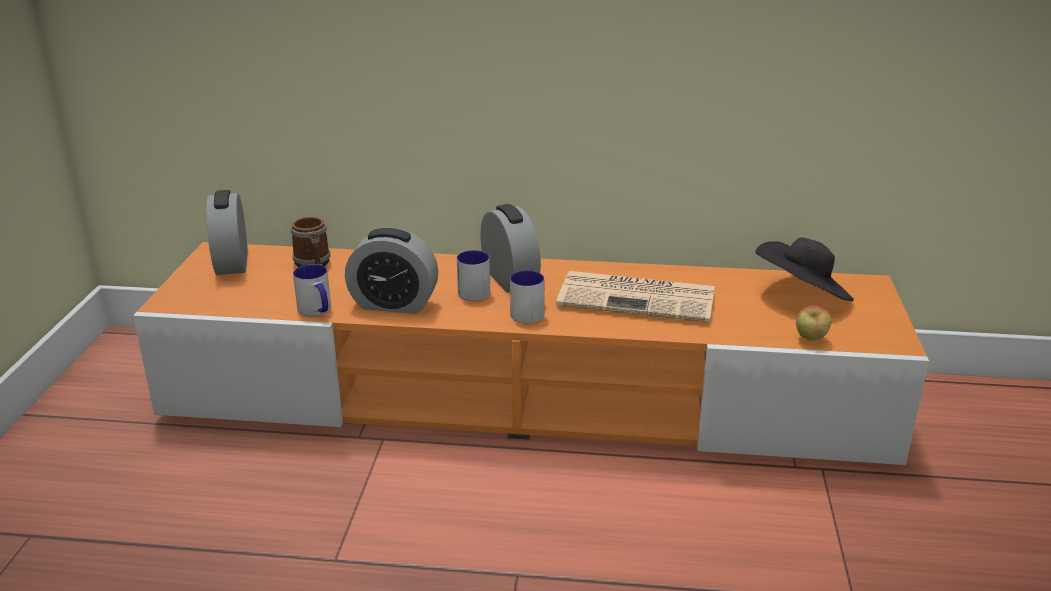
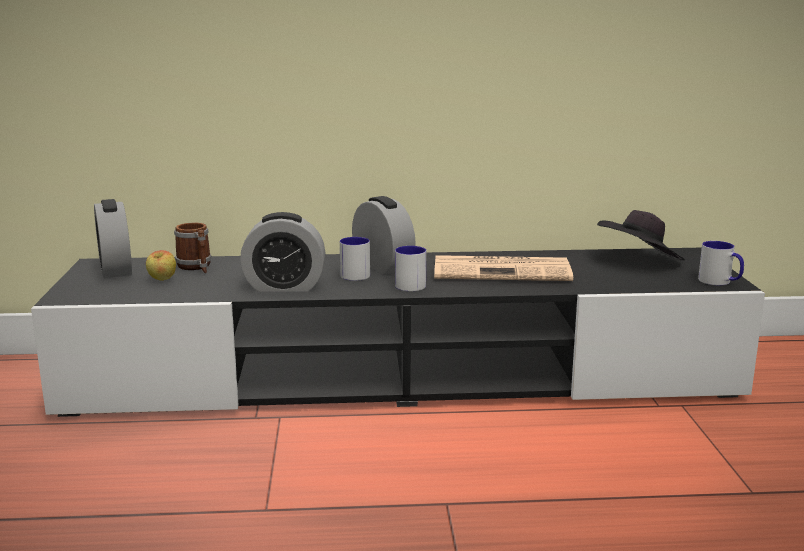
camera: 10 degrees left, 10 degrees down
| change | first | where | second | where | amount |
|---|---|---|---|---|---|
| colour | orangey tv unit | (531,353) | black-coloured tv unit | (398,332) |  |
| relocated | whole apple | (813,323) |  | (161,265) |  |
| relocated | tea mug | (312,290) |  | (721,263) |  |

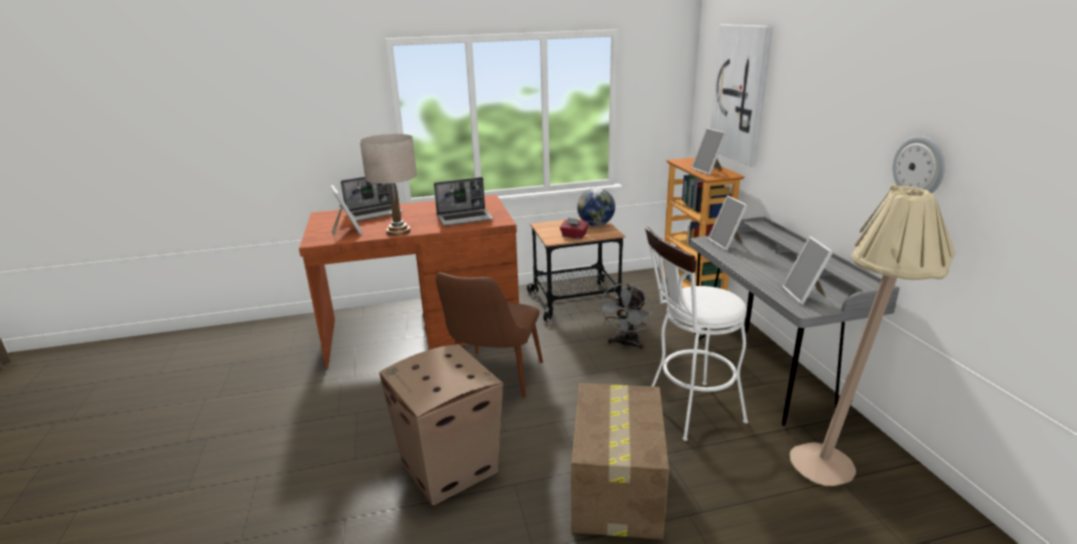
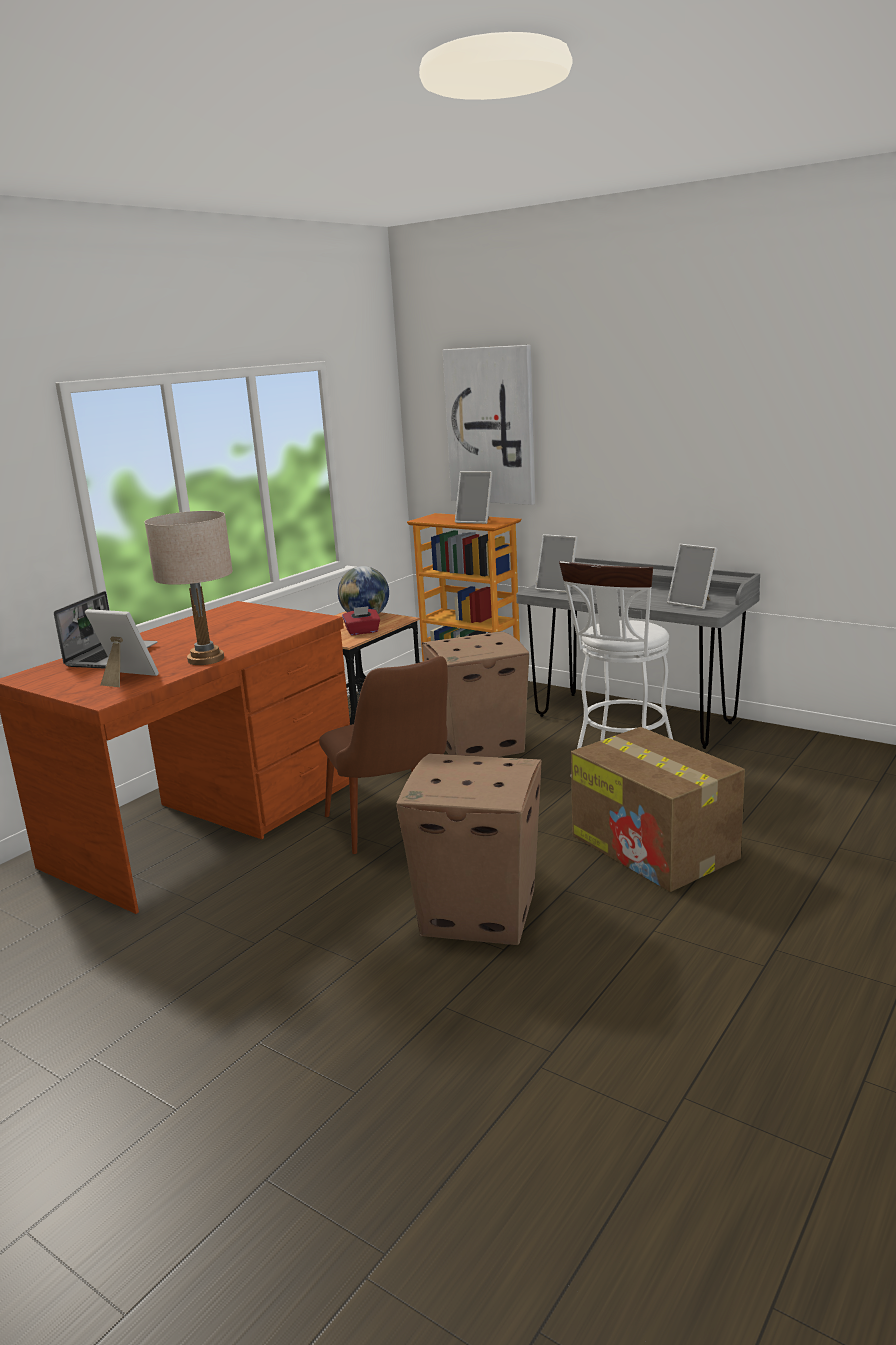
camera: 40 degrees left, 5 degrees down
| change | first | where | second | where | amount |
|---|---|---|---|---|---|
| exchanged | grey cooling fan | (625,317) | carton | (475,694) |  |
| missing | notebook computer | (463,201) |  |  |  |
| missing | beige-coloured standard lamp | (872,335) |  |  |  |
| missing | clock on the wall | (918,164) |  |  |  |

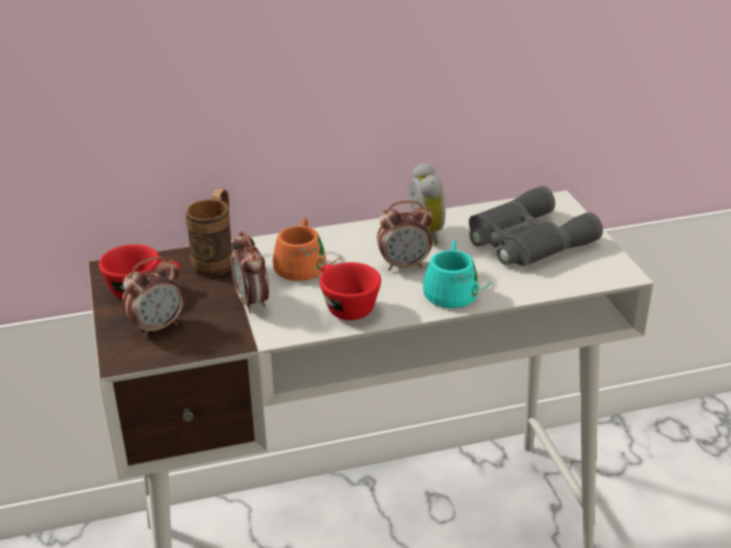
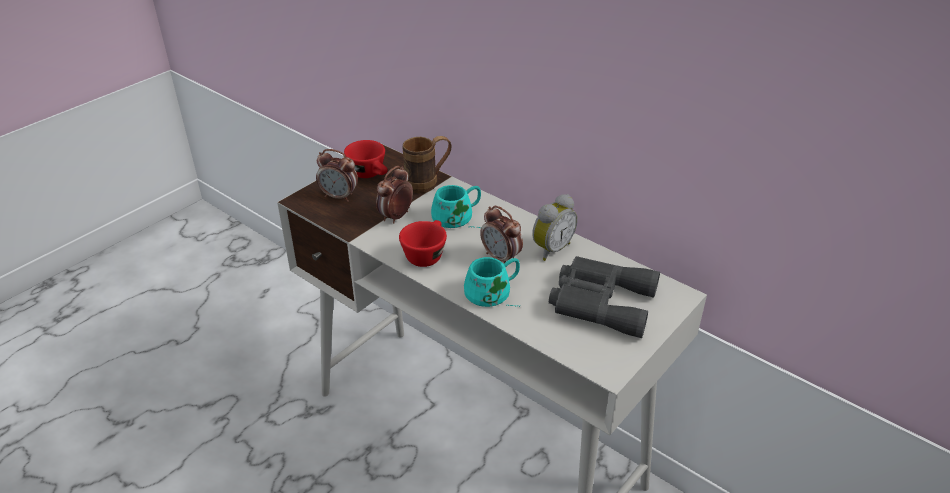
camera: 55 degrees right, 5 degrees up
| change | first | where | second | where | amount |
|---|---|---|---|---|---|
| colour | orangey tea mug | (307,249) | blue-green tea mug | (456,206) |  |

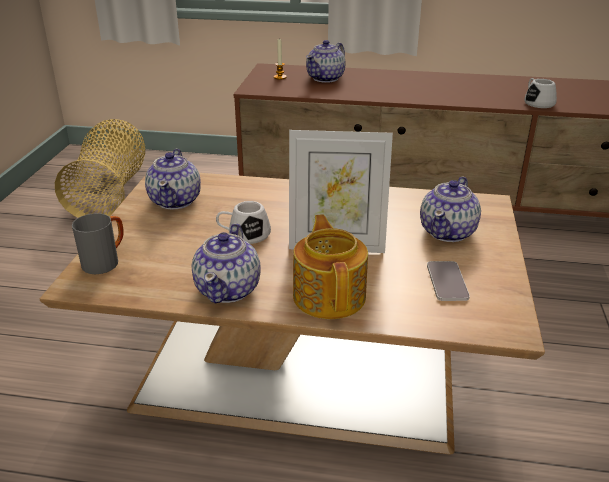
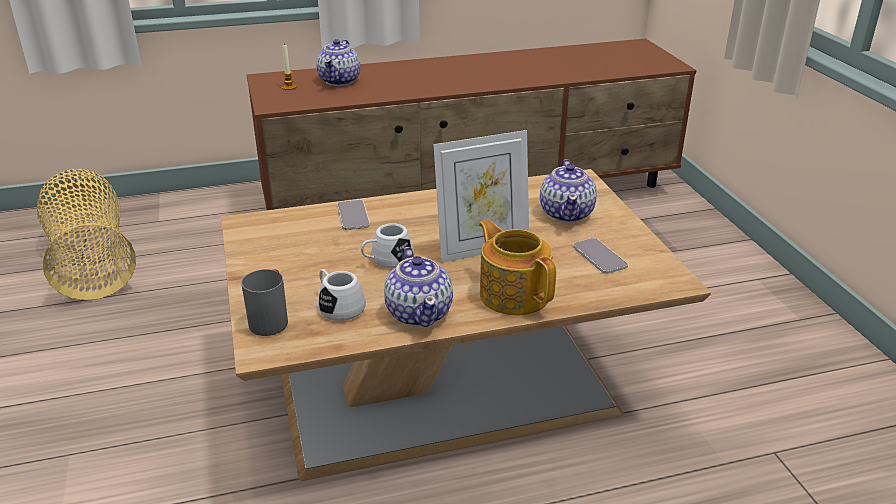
camera: 25 degrees left, 0 degrees up
| change | first | where | second | where | amount |
|---|---|---|---|---|---|
| relocated | whitish tea mug | (540,93) |  | (342,295) |  |
| appeared |  |  | phone | (353,215) |  |
| missing | tea pot | (173,179) |  |  |  |

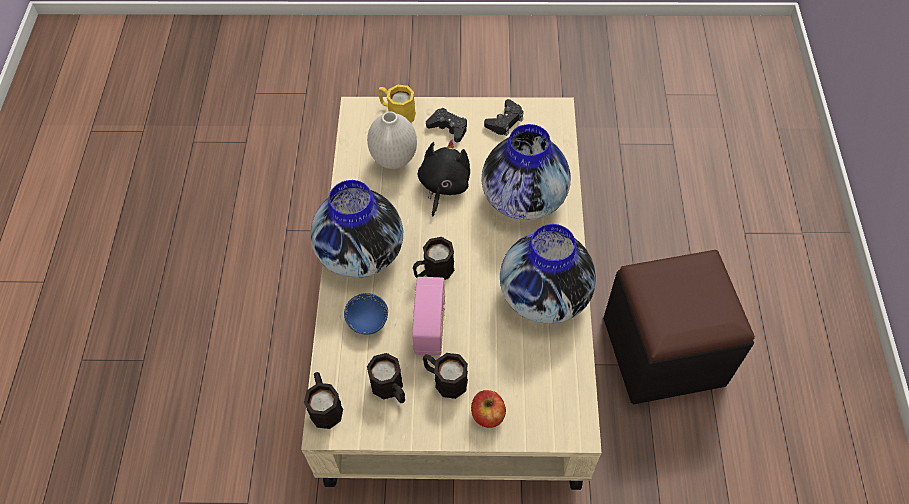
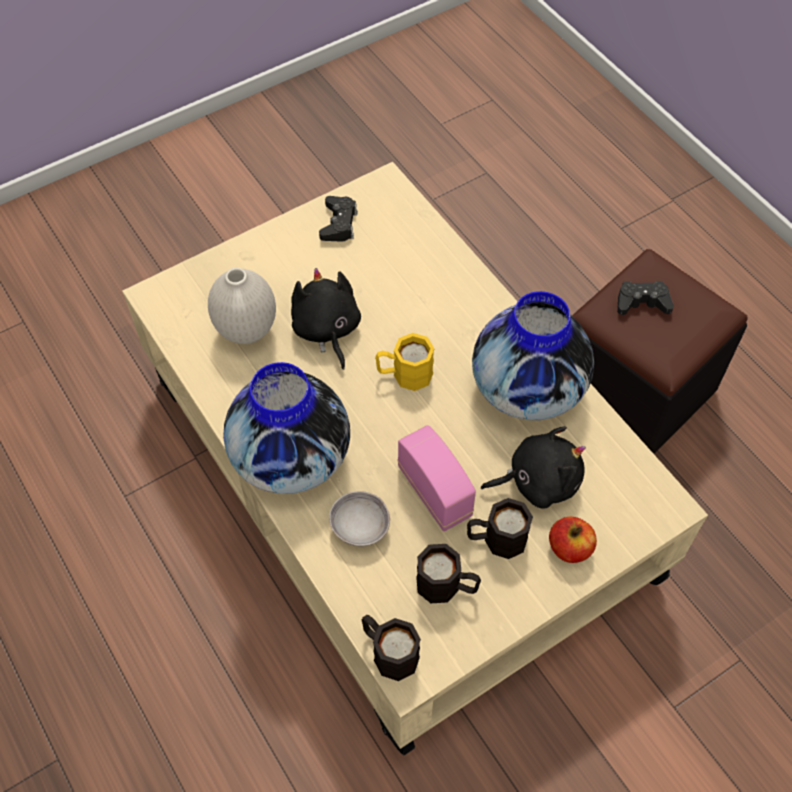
camera: 35 degrees left, 0 degrees up
| change | first | where | second | where | amount |
|---|---|---|---|---|---|
| colour | blue deep dish | (366,314) | grey deep dish | (359,518) |  |
| relocated | yellowish tea mug | (397,104) |  | (405,362) |  |
| appeared |  |  | black-coloured soft toy | (533,467) |  |
| relocated | black-coloured game controller | (446,125) |  | (645,298) |  |
| missing | black-coloured tea mug | (434,258) |  |  |  |
| missing | decorative vase | (526,172) |  |  |  |

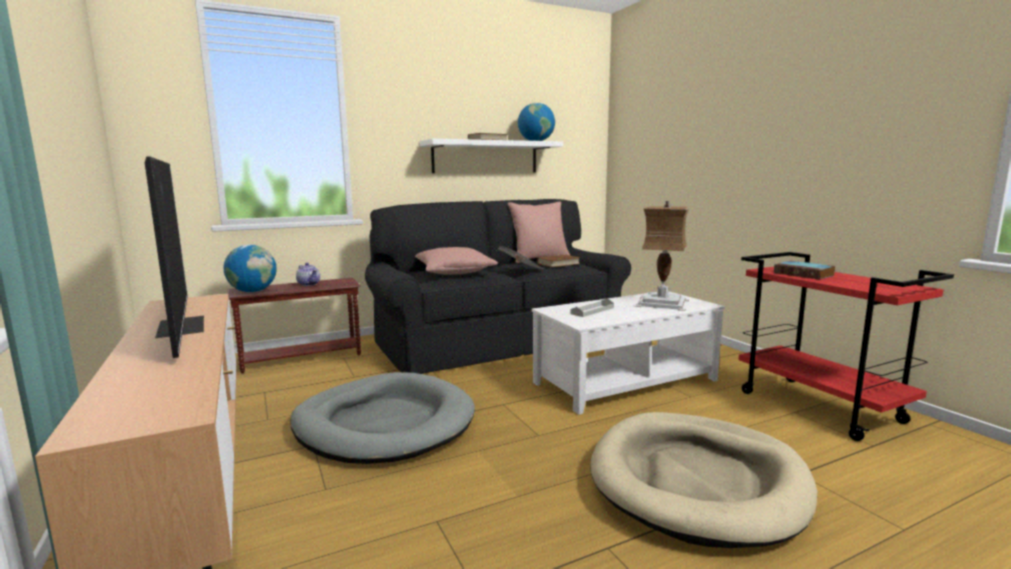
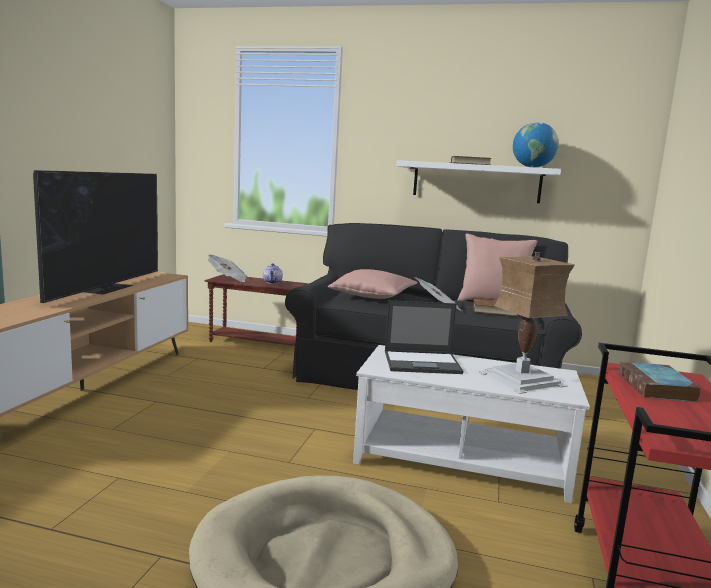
camera: 40 degrees right, 0 degrees up
| change | first | where | second | where | amount |
|---|---|---|---|---|---|
| exchanged | desk globe | (250,268) | printed paper | (227,268) |  |
| exchanged | grey serving tray | (592,307) | notebook computer | (424,337) |  |
| missing | grey dog cushion | (382,418) |  |  |  |

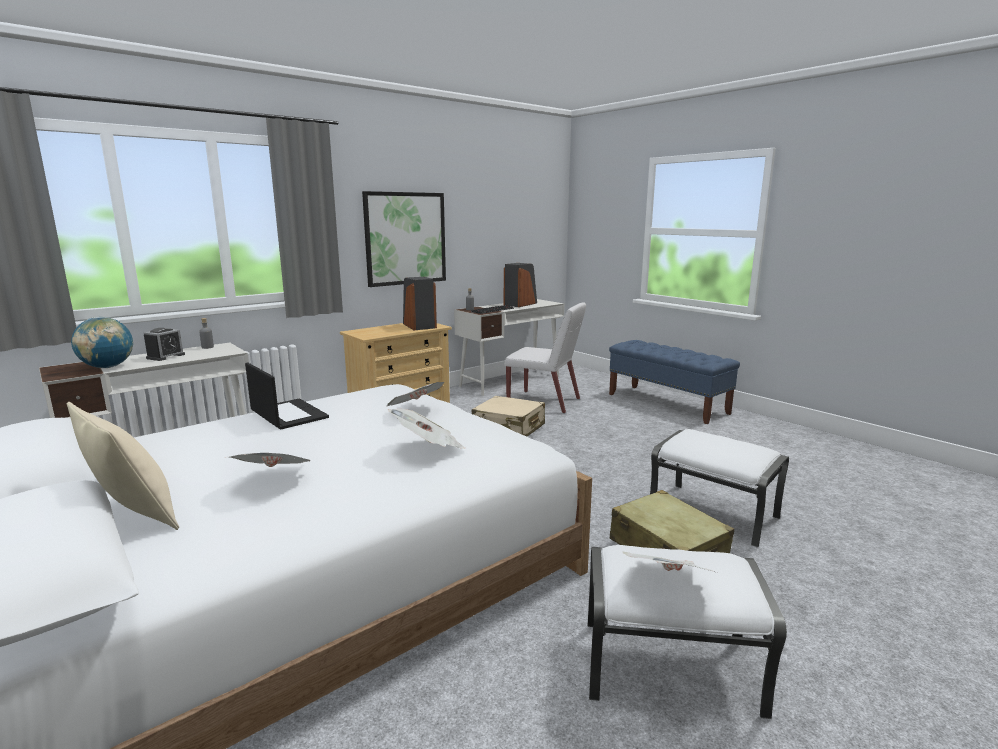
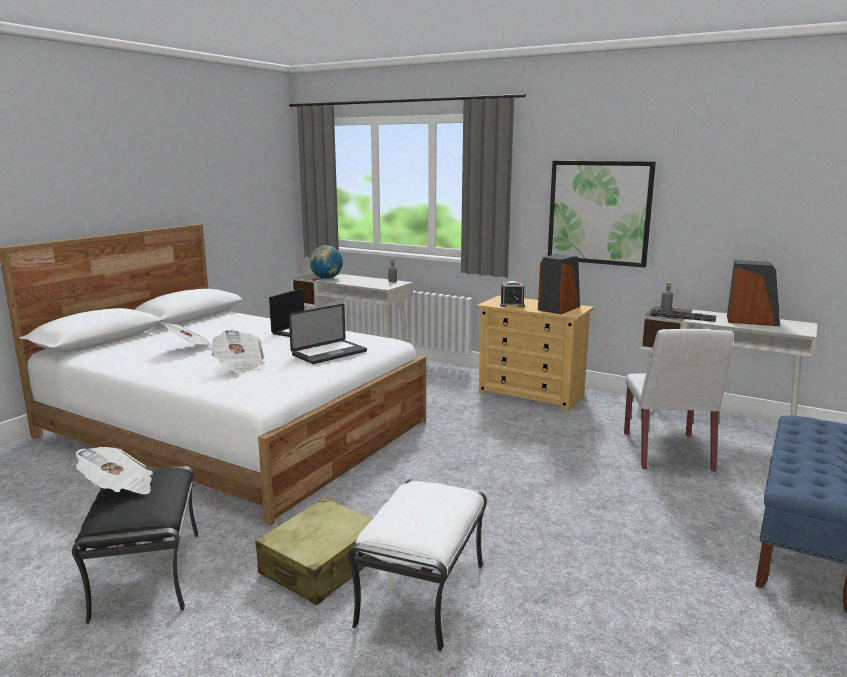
camera: 70 degrees right, 0 degrees up
| change | first | where | second | where | amount |
|---|---|---|---|---|---|
| colour | whitish footrest | (687,632) | black-coloured footrest | (135,545) |  |
| exchanged | printed paper | (416,394) | notebook computer | (328,334) |  |
| relocated | bedside clock | (164,344) |  | (512,294) |  |
| missing | beige-coloured throw pillow | (123,466) |  |  |  |
| missing | beige-coloured suitcase | (508,416) |  |  |  |

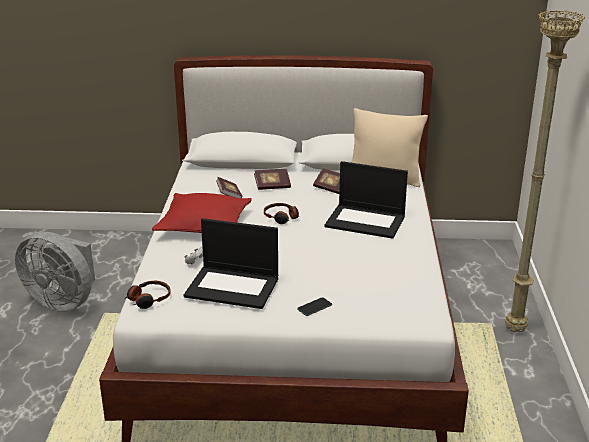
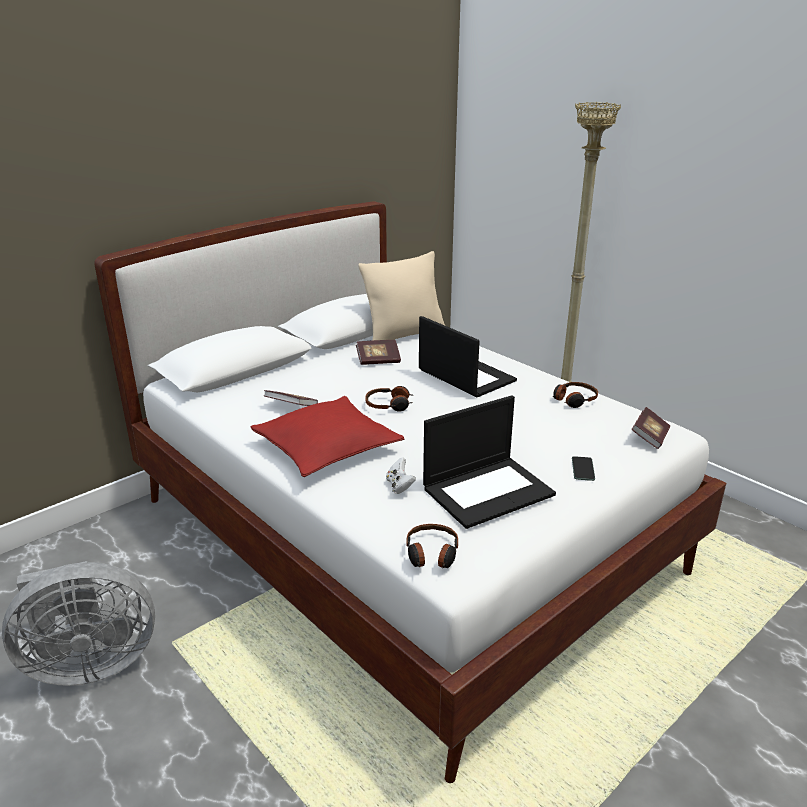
camera: 45 degrees left, 0 degrees up
| change | first | where | second | where | amount |
|---|---|---|---|---|---|
| spun | notebook computer | (366,200) |  | (468,356) | 105 degrees counterclockwise |
| appeared |  |  | pair of headphones | (575,395) |  |
| relocated | volume | (272,179) |  | (651,428) |  |

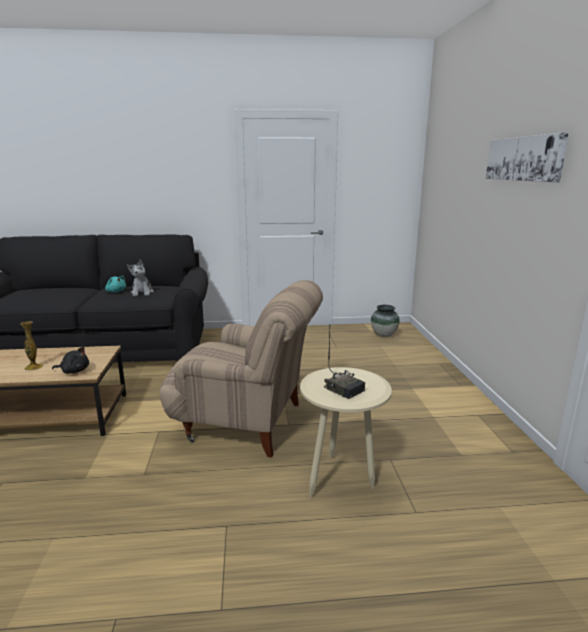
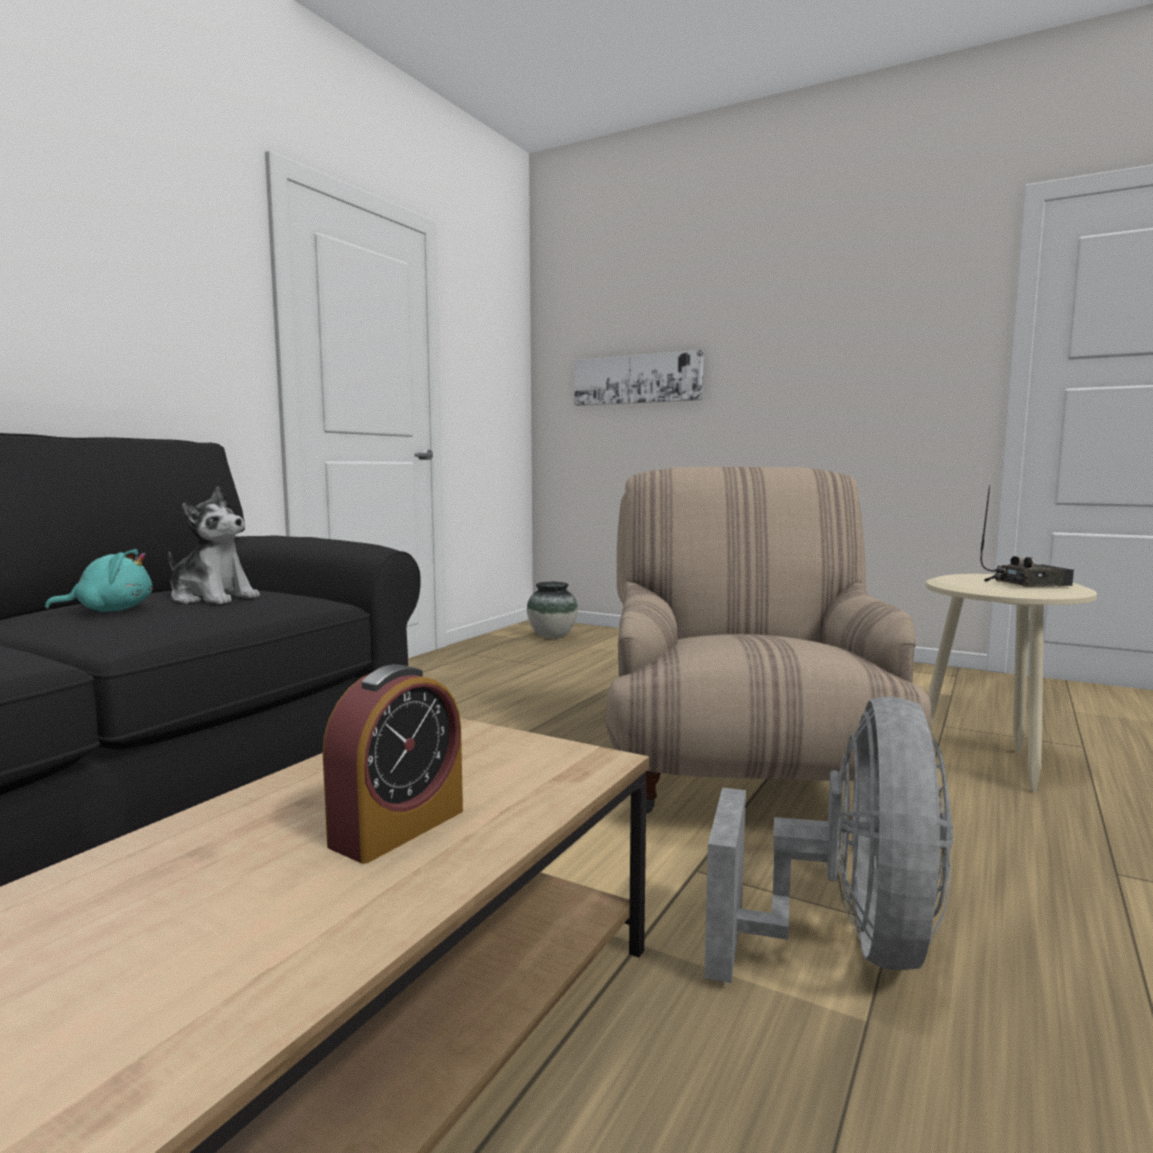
camera: 55 degrees left, 10 degrees down
| change | first | where | second | where | amount |
|---|---|---|---|---|---|
| exchanged | decorative vase | (31,346) | bedside clock | (393,764) |  |
| relocated | wall picture | (527,157) |  | (639,378) |  |
| spun | beige-coloured easy chair | (241,369) |  | (768,640) | 45 degrees counterclockwise |
| appeared |  |  | grey cooling fan | (829,840) |  |
| missing | black-coloured soft toy | (70,360) |  |  |  |

